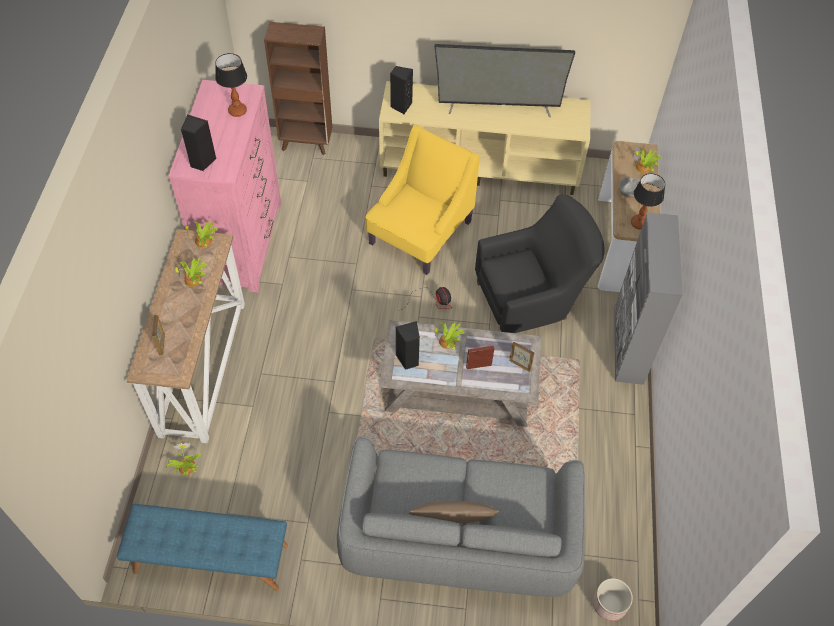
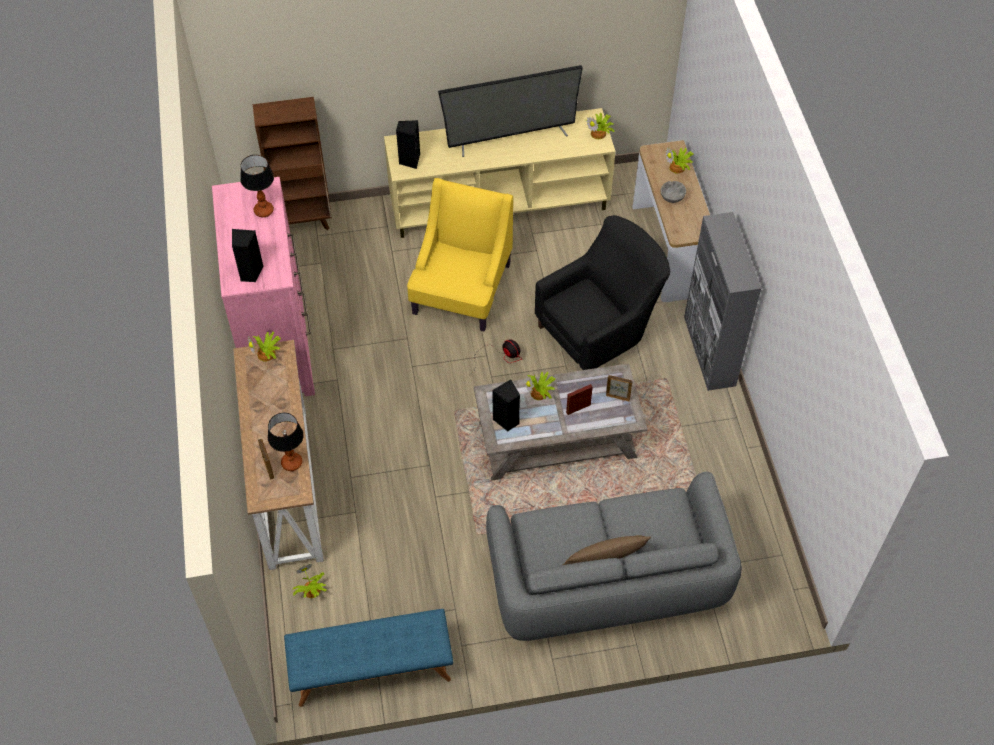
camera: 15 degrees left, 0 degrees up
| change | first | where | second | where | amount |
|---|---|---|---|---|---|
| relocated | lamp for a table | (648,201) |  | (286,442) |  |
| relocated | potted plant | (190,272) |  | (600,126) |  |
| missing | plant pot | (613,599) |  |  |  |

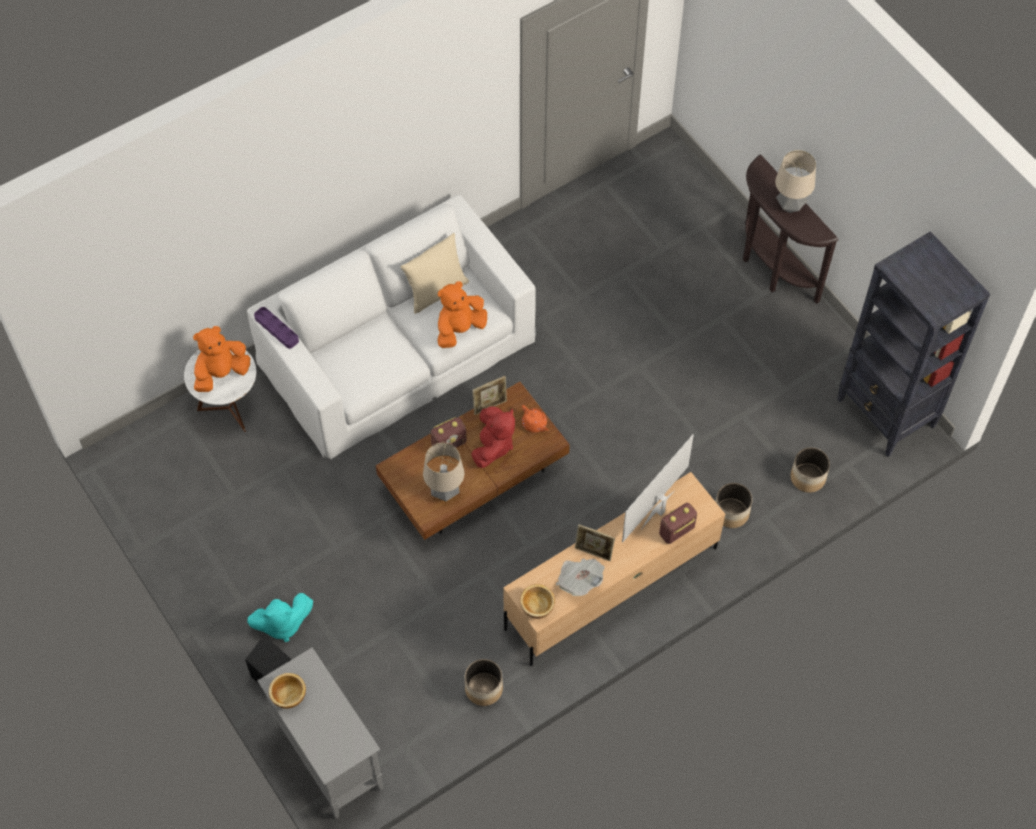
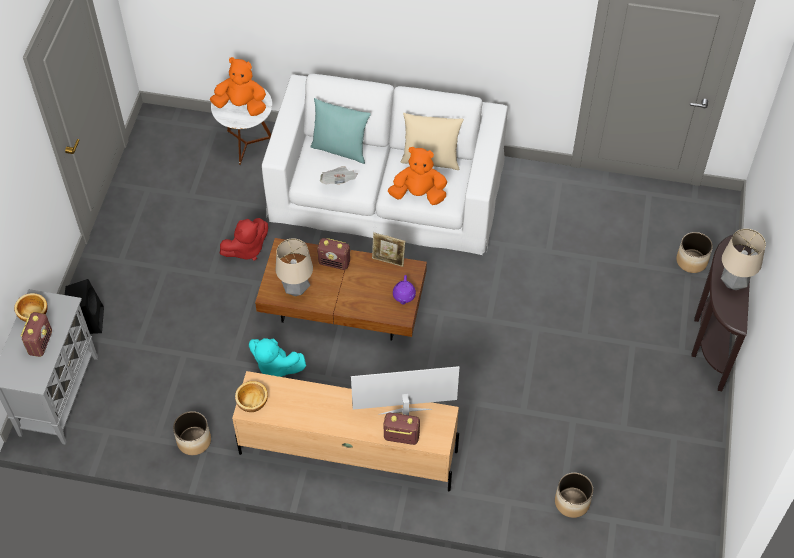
camera: 45 degrees right, 5 degrees down
| change | first | where | second | where | amount |
|---|---|---|---|---|---|
| appeared |  |  | radio | (36,334) |  |
| relocated | reddish soft toy | (493,437) |  | (244,239) |  |
| relocated | blue-green soft toy | (280,617) |  | (277,357) |  |
| appeared |  |  | blue-green throw pillow | (340,131) |  |
| relocated | printed paper | (580,577) |  | (339,175) |  |
| colour | orangey tea pot | (535,419) | purple tea pot | (404,289) |  |
| relocated | plant pot | (734,505) |  | (694,252) |  |
| missing | purple serving tray | (276,328) |  |  |  |
| missing | photo frame | (595,542) |  |  |  |
| missing | black-coloured bookcase | (913,344) |  |  |  |

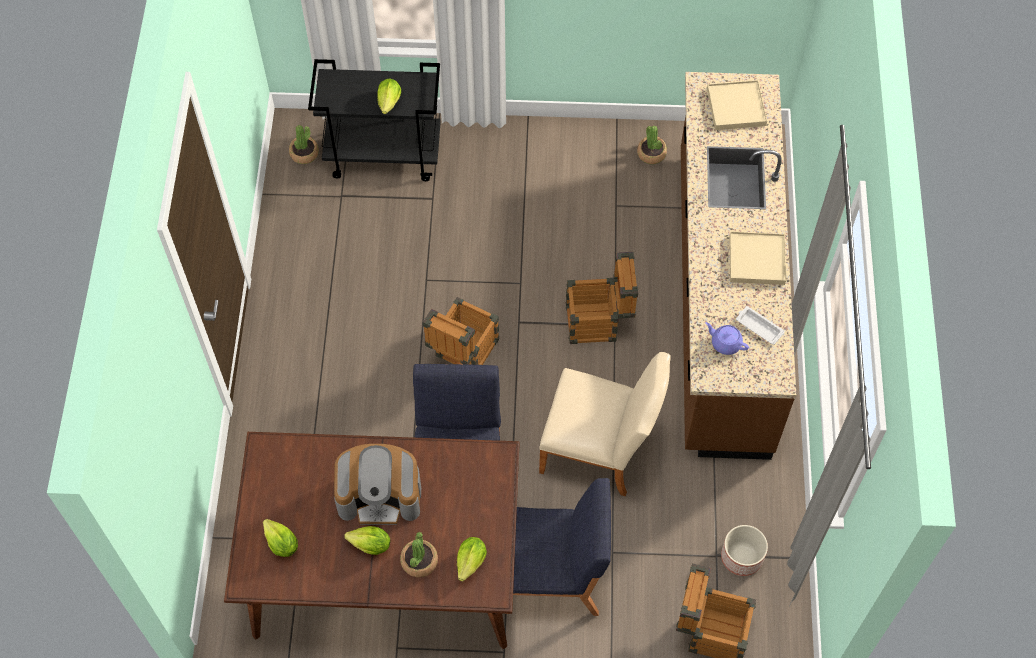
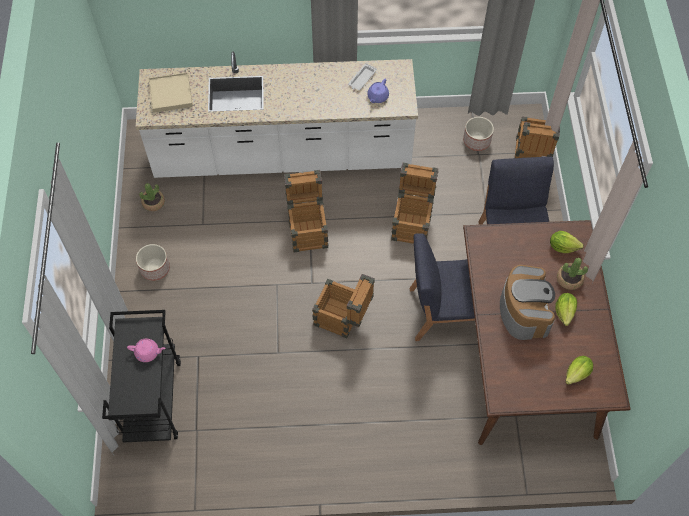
camera: 95 degrees left, 0 degrees up
| change | first | where | second | where | amount |
|---|---|---|---|---|---|
| exchanged | lettuce | (389,96) | pink tea pot | (146,350) |  |
| colour | brownish counter | (738,266) | whitish counter | (277,114) |  |
| appeared |  |  | plant pot | (153,262) |  |
| exchanged | beige-coloured chair | (605,424) | crate | (415,203) |  |
| missing | potted plant | (304,144) |  |  |  |
| missing | beige-coloured serving tray | (757,258) |  |  |  |

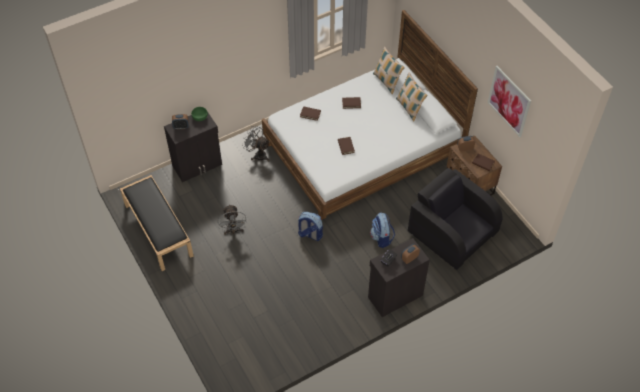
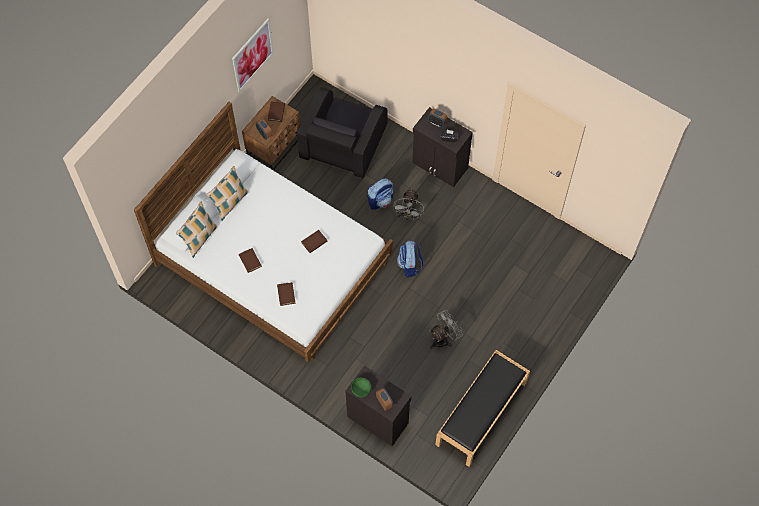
camera: 115 degrees left, 10 degrees up
| change | first | where | second | where | amount |
|---|---|---|---|---|---|
| relocated | grey cooling fan | (256,143) |  | (408,204) |  |

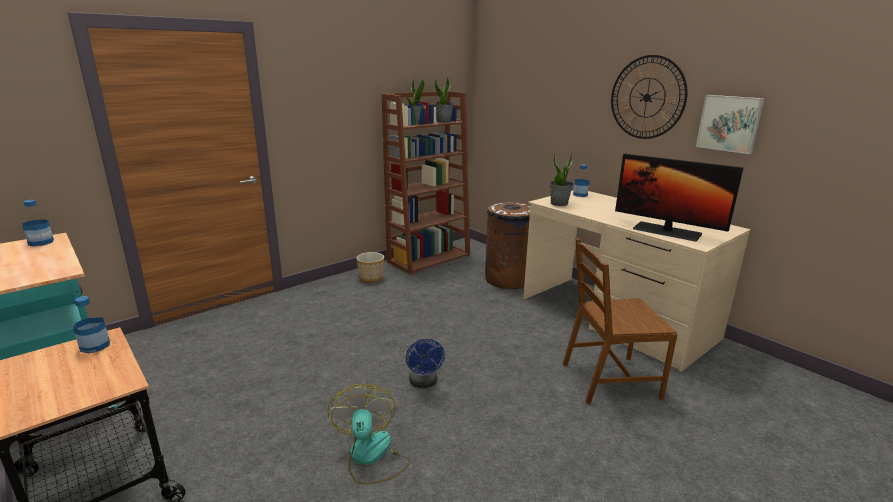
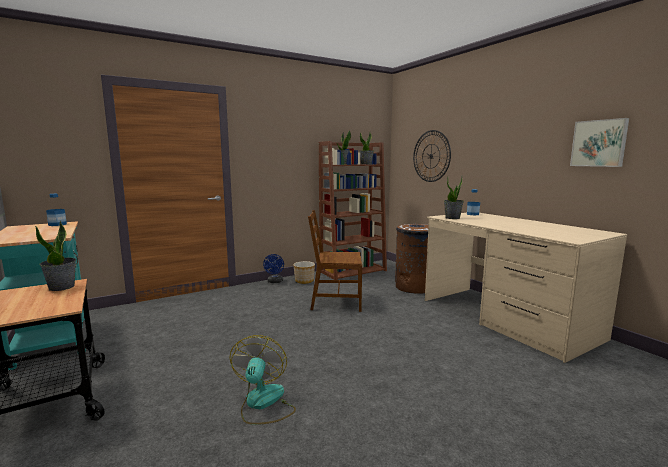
camera: 10 degrees right, 10 degrees down
| change | first | where | second | where | amount |
|---|---|---|---|---|---|
| exchanged | drink bottle | (91,324) | potted plant | (55,256) |  |
| relocated | blue cooling fan | (425,363) |  | (273,268) |  |
| relocated | brownish chair | (620,321) |  | (335,261) |  |
| relocated | clock on the wall | (649,97) |  | (432,156) |  |
| missing | computer display | (679,198) |  |  |  |

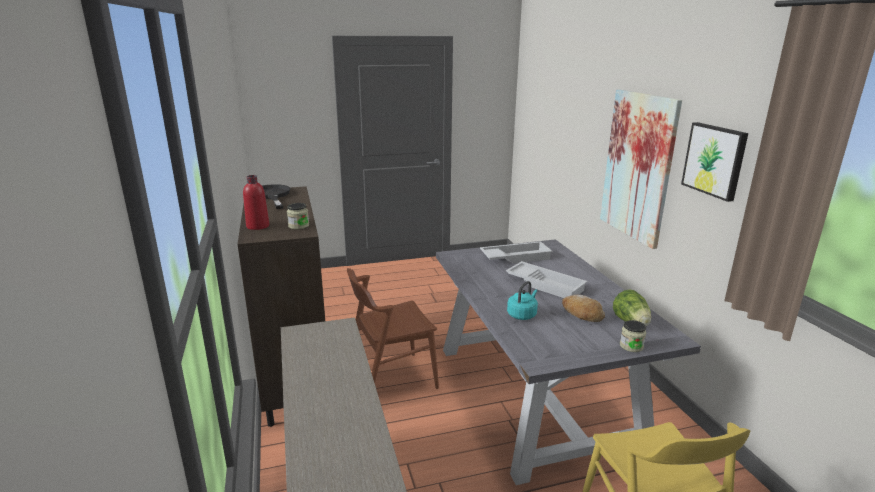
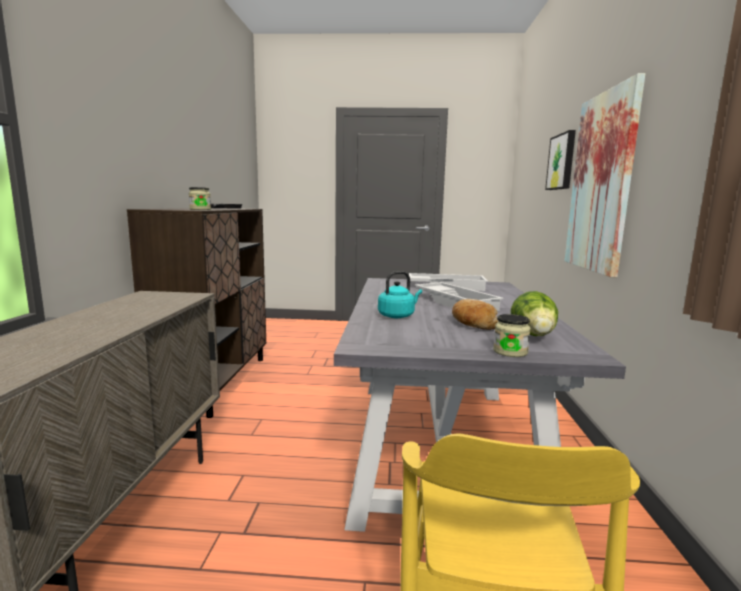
camera: 20 degrees right, 10 degrees down
| change | first | where | second | where | amount |
|---|---|---|---|---|---|
| relocated | wall picture | (714,162) |  | (560,160) |  |
| missing | reddish drink bottle | (256,202) |  |  |  |
| missing | brownish chair | (393,328) |  |  |  |

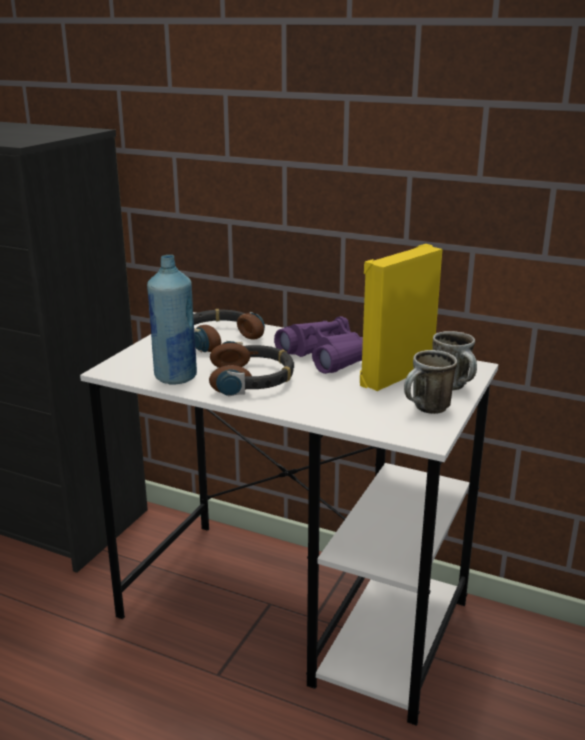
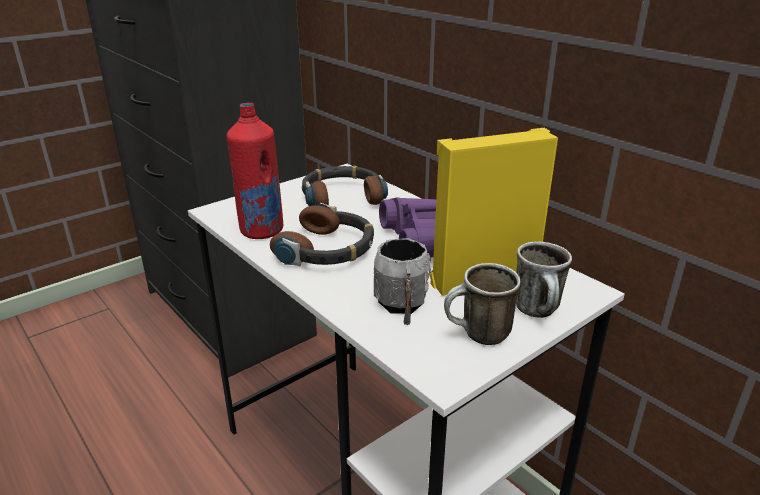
camera: 25 degrees right, 5 degrees up
| change | first | where | second | where | amount |
|---|---|---|---|---|---|
| colour | blue drink bottle | (172,319) | reddish drink bottle | (254,171) |  |
| appeared |  |  | grey tea mug | (402,281) |  |

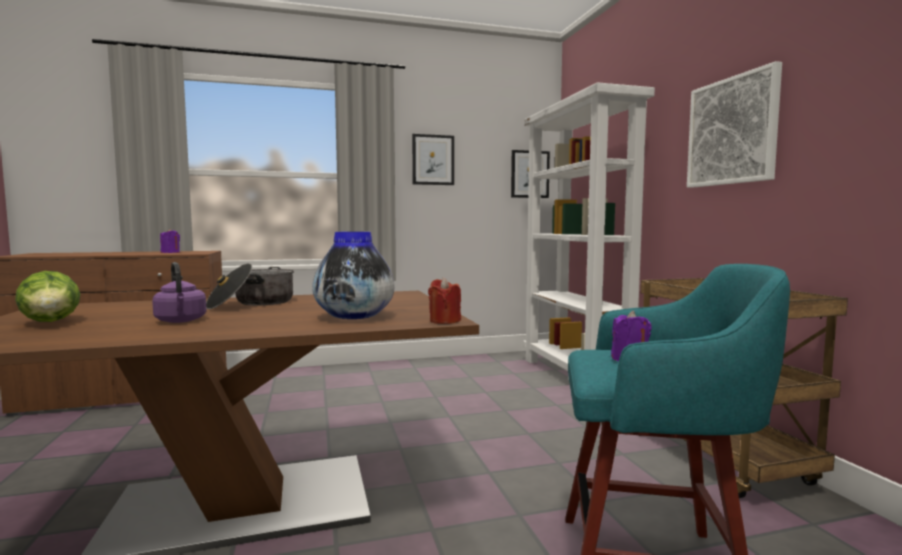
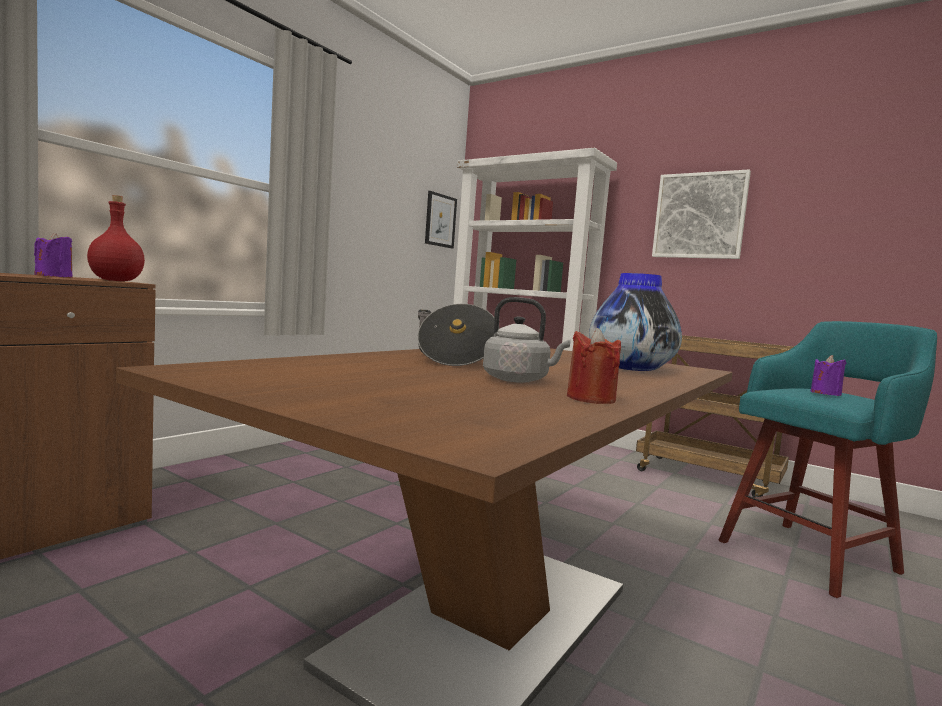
camera: 40 degrees left, 0 degrees up
| change | first | where | second | where | amount |
|---|---|---|---|---|---|
| appeared |  |  | reddish drink bottle | (116,238) |  |
| colour | purple tea kettle | (179,292) | grey tea kettle | (527,340) |  |
| relocated | reddish wax candle | (444,300) |  | (594,366) |  |
| missing | lettuce | (47,296) |  |  |  |
| missing | wall picture | (433,159) |  |  |  |

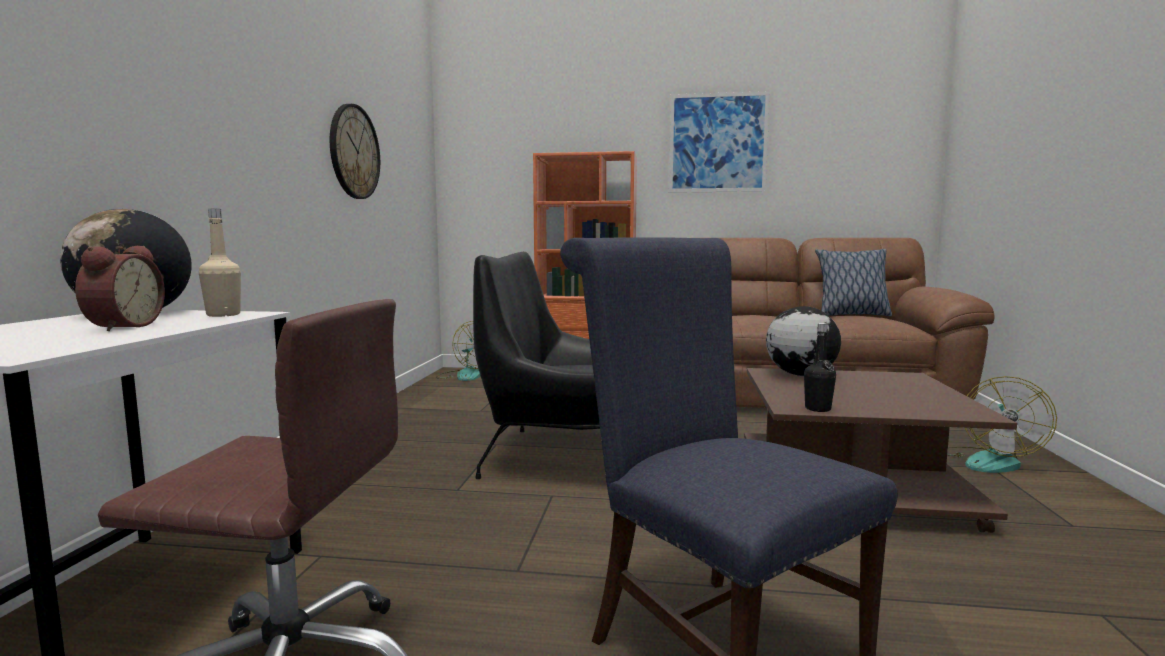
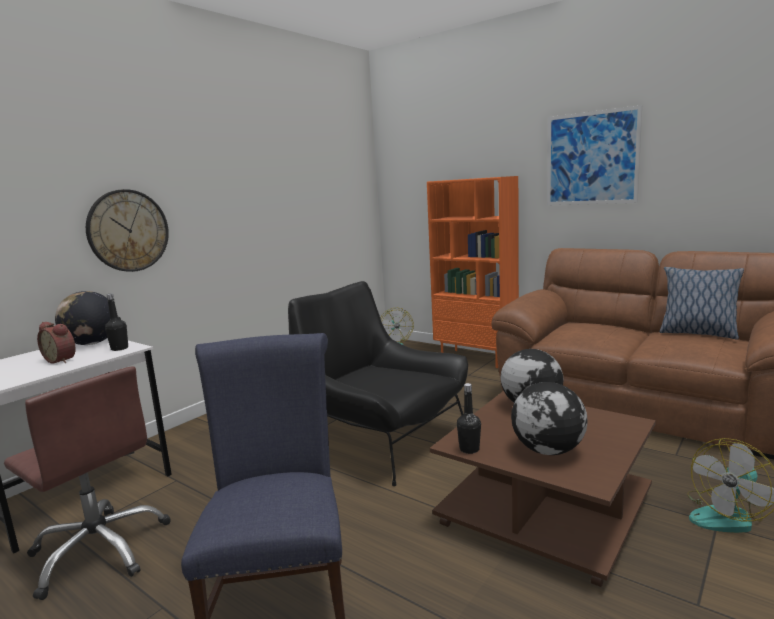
camera: 30 degrees right, 5 degrees up
| change | first | where | second | where | amount |
|---|---|---|---|---|---|
| spun | bedside clock | (120,288) |  | (56,343) | 90 degrees clockwise |
| relocated | clock on the wall | (355,151) |  | (127,230) |  |
| colour | beige-coloured drink bottle | (220,263) | black-coloured drink bottle | (116,322) |  |
| appeared |  |  | desk globe | (549,418) |  |

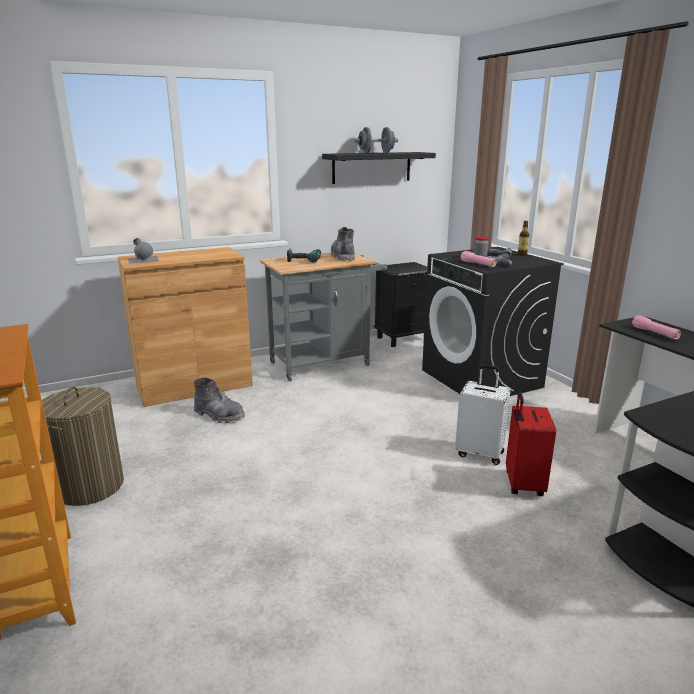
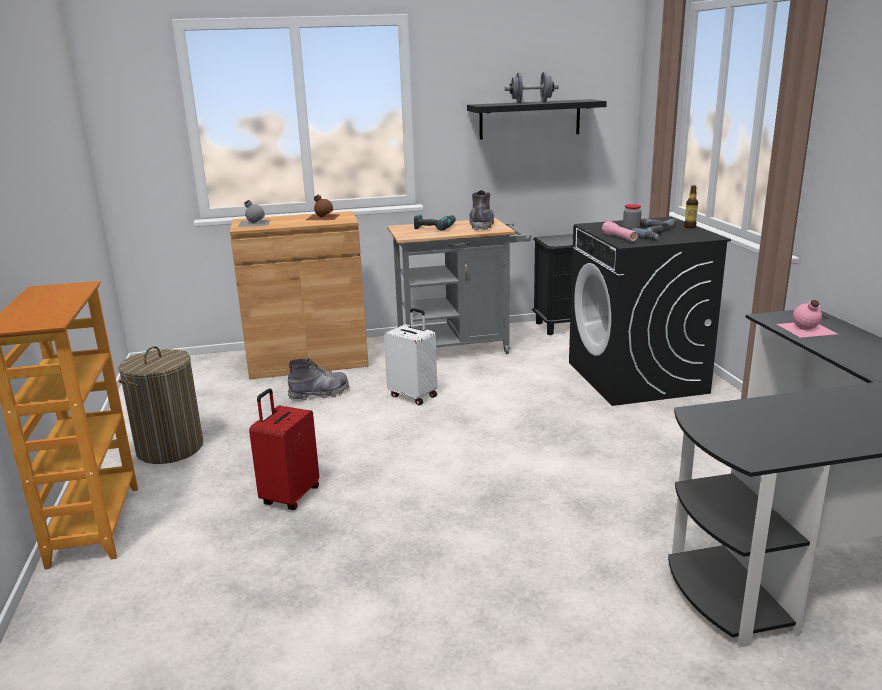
camera: 15 degrees right, 0 degrees up
| change | first | where | second | where | amount |
|---|---|---|---|---|---|
| relocated | reddish suitcase | (531,443) |  | (284,449) |  |
| spun | grey tall boot | (219,400) |  | (318,379) | 60 degrees counterclockwise |
| appeared |  |  | brownish drink bottle | (323,207) |  |
| relocated | whitish suitcase | (482,415) |  | (410,356) |  |
| exchanged | pink flashlight | (656,327) | pink drink bottle | (807,319) |  |

